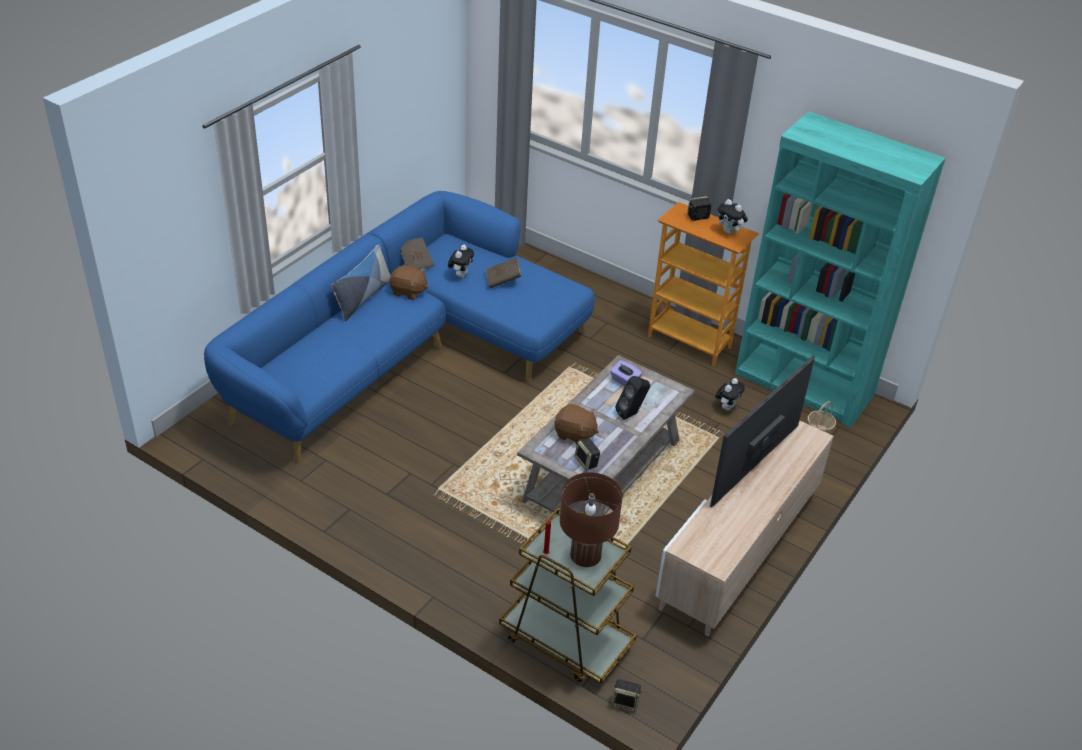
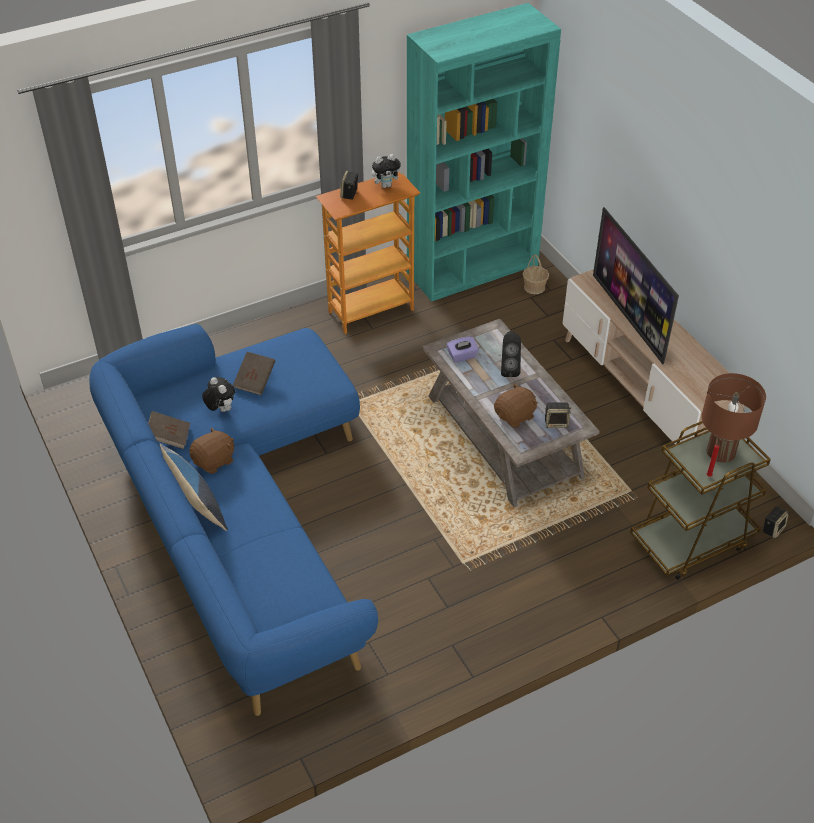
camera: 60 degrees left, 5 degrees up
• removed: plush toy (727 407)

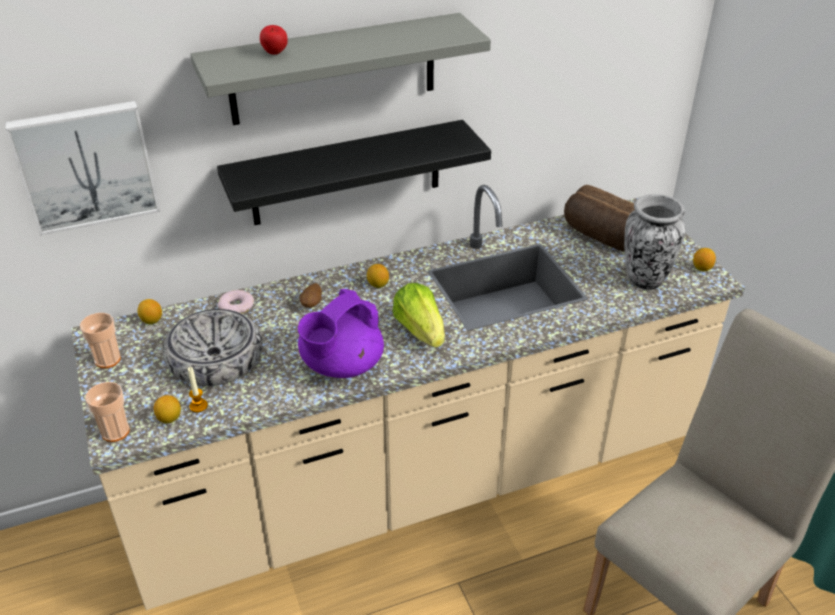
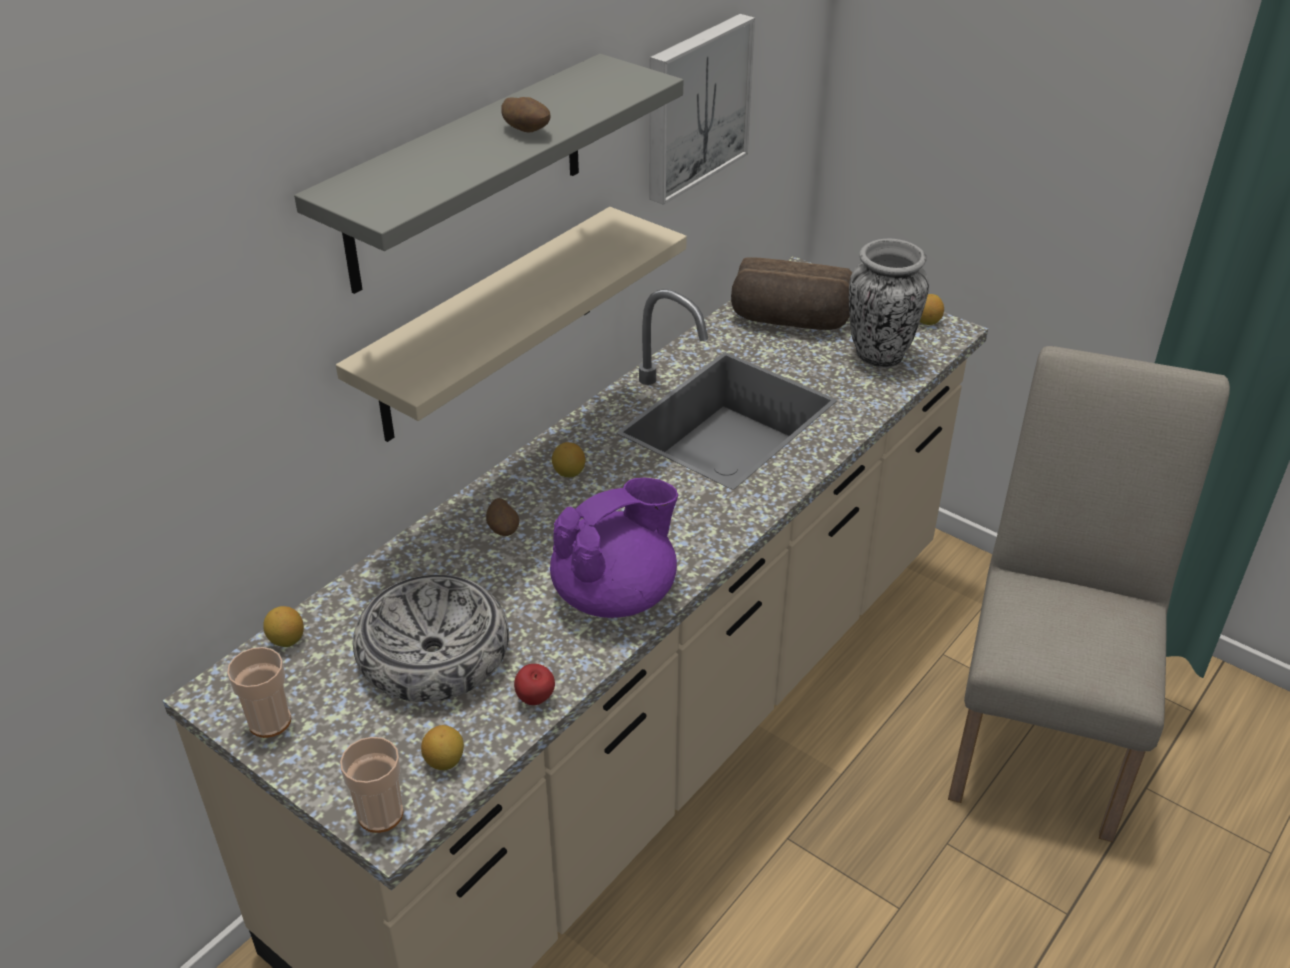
camera: 30 degrees left, 0 degrees up
• removed: candle (198 406)
• removed: donut (236 306)
• removed: lettuce (420 330)
• added: potato (527 131)
• moved: picture (86 165) to (694 106)
• moved: apple (275 54) to (535 700)
• recoloured: black shelf (346 173) to beige shelf (488 325)
• turned: purple teapot (341 365) = (616 594) 135 degrees counterclockwise

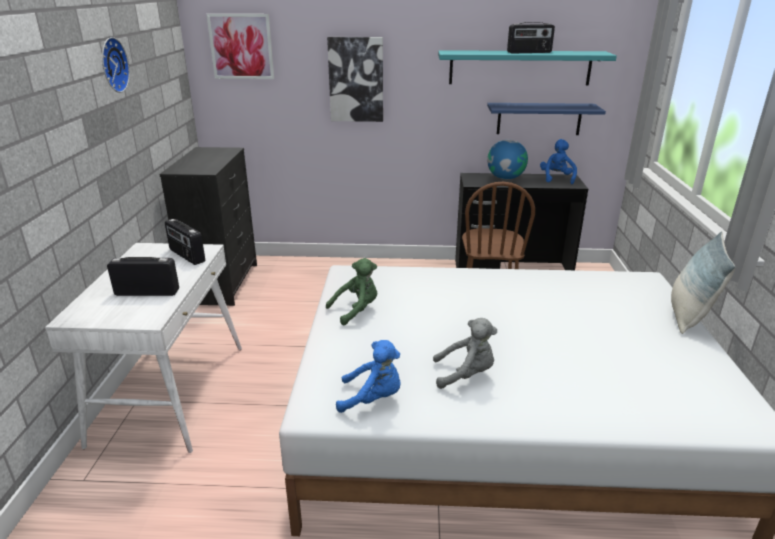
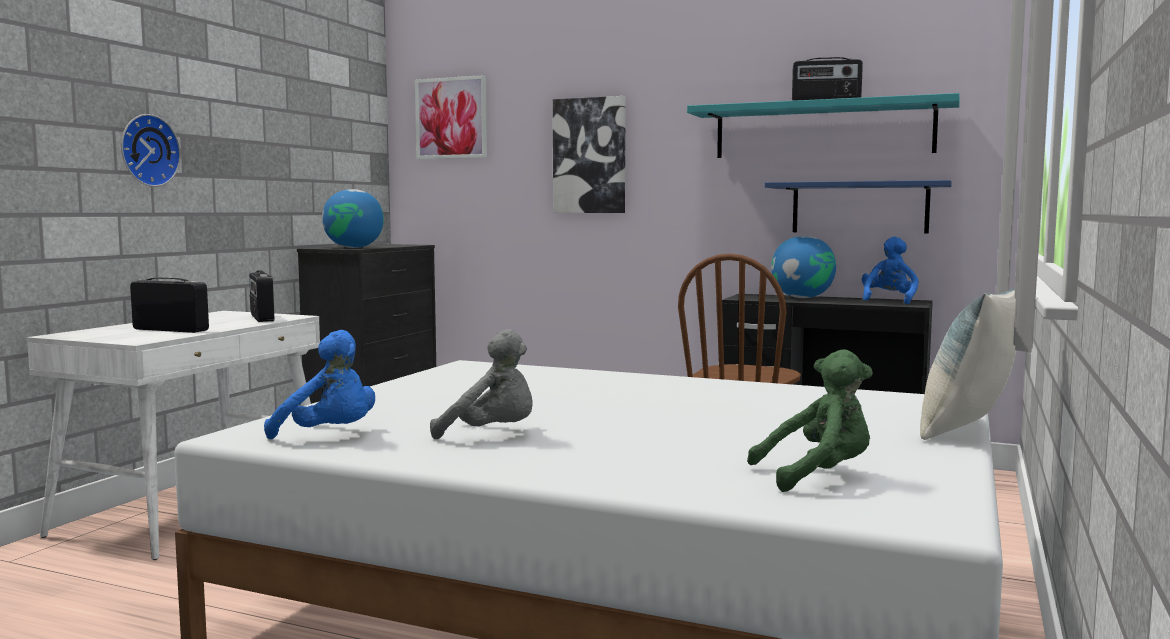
camera: 20 degrees right, 20 degrees down
• added: globe (354 247)
• moved: wall clock (111 65) to (147 150)
• moved: green plush toy (356 310) to (817 476)

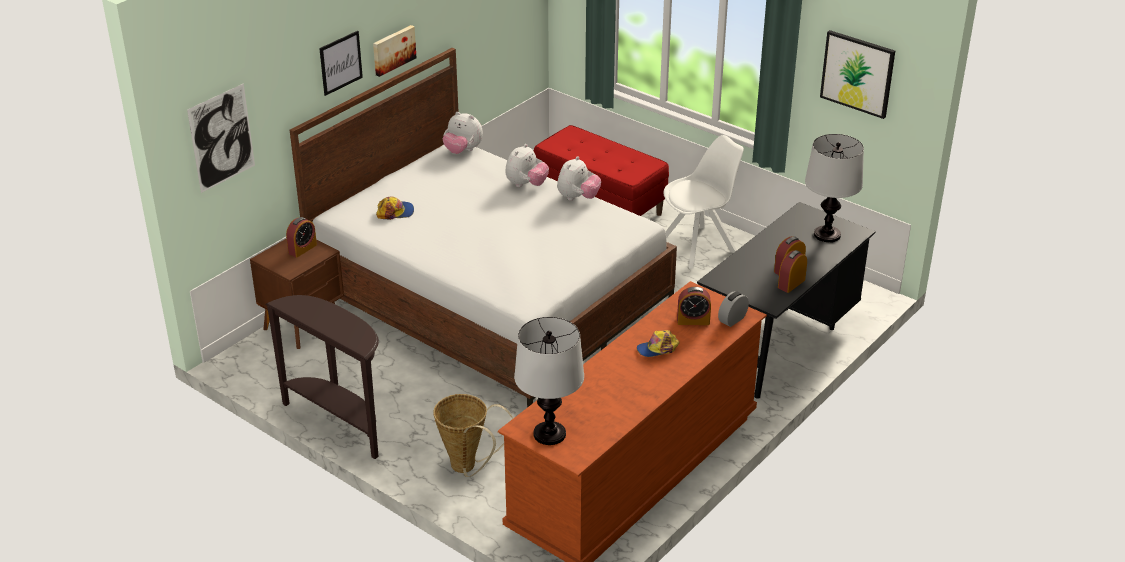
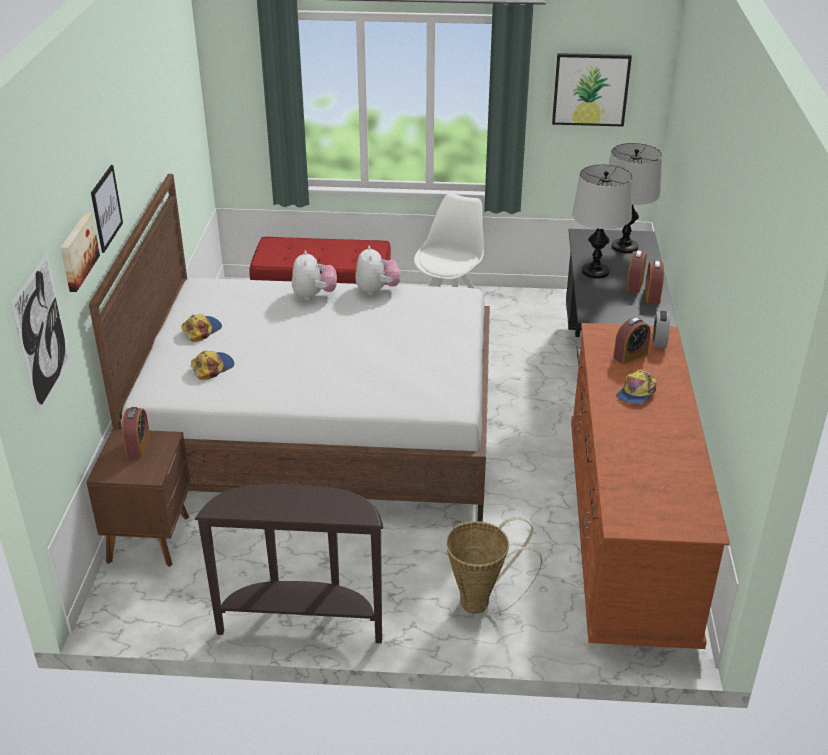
camera: 35 degrees left, 0 degrees up
• removed: plush toy (463 151)
• added: cap (201 330)
• moved: picture (393 50) to (77 251)
• moved: table lamp (549 434) to (595 272)

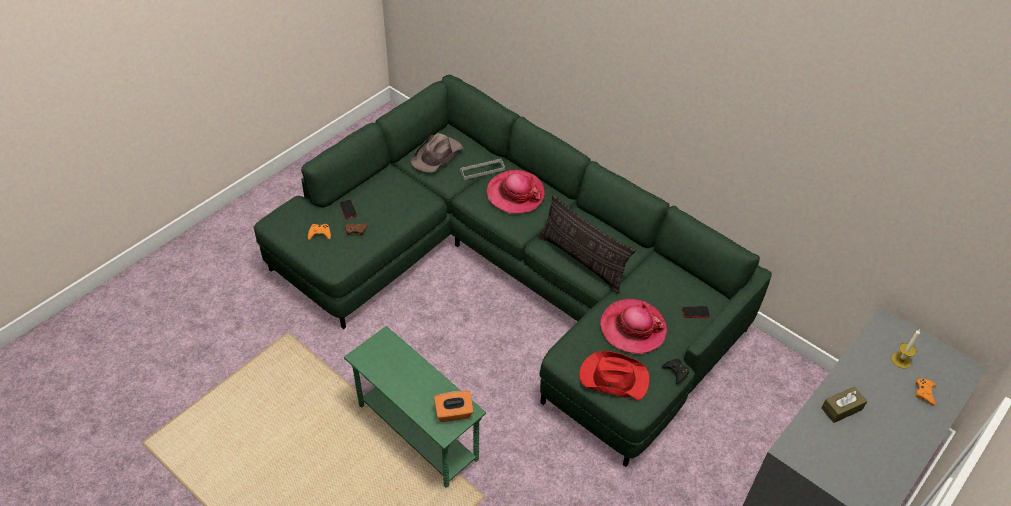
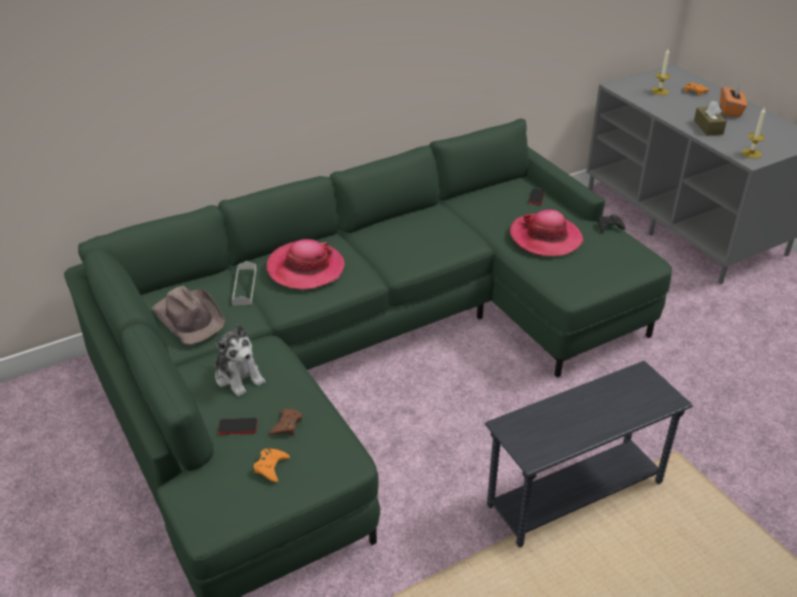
camera: 70 degrees left, 10 degrees down
• removed: pillow (582 260)
• removed: red hat (613 378)
• added: plush toy (239 377)
• added: candle (751 153)
• moved: orange tissue box (454 413) to (730 110)
• recoloured: green side table (418 432) to grey side table (574 493)

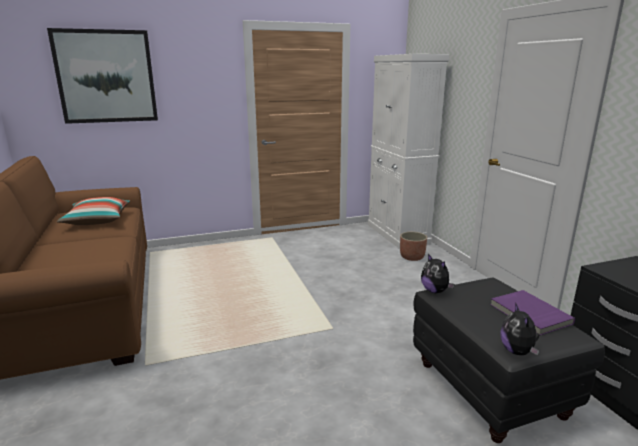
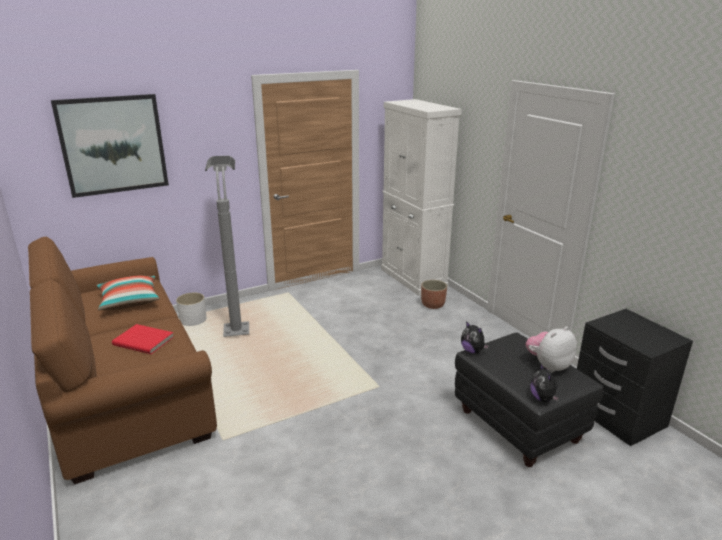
camera: 10 degrees left, 5 degrees up
• added: red book (144 340)
• added: white planter (193 319)
• added: grey floor lamp (236 322)
• replaced: purple book (529 314) to plush toy (548 366)

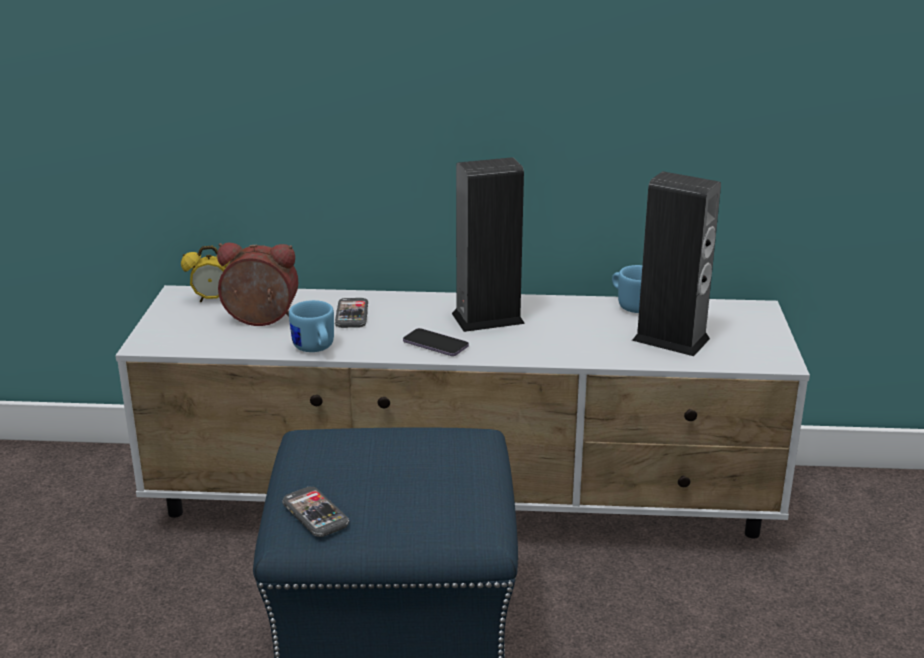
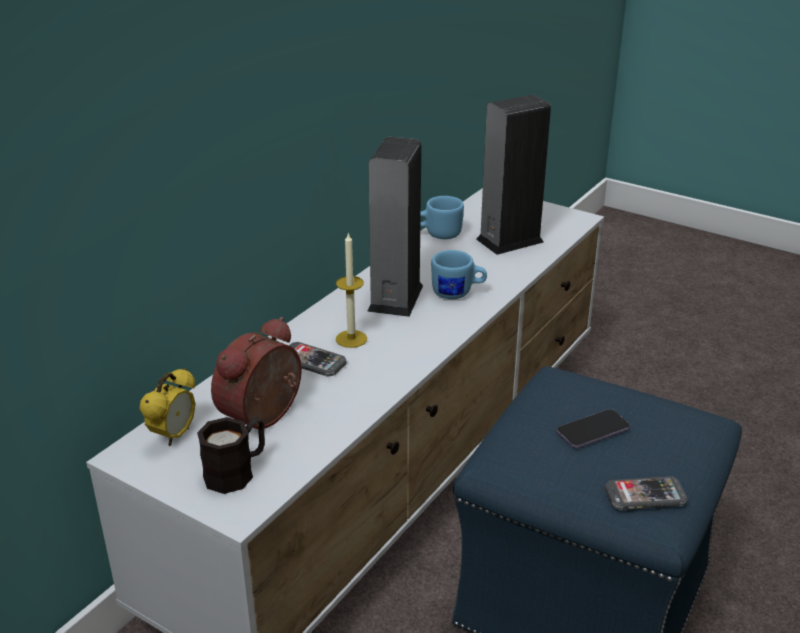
camera: 60 degrees left, 5 degrees up
• added: black mug (237 471)
• added: candle (351 339)
• moved: blue mug (315 349) to (458 293)
• moved: phone (435 344) to (593 431)

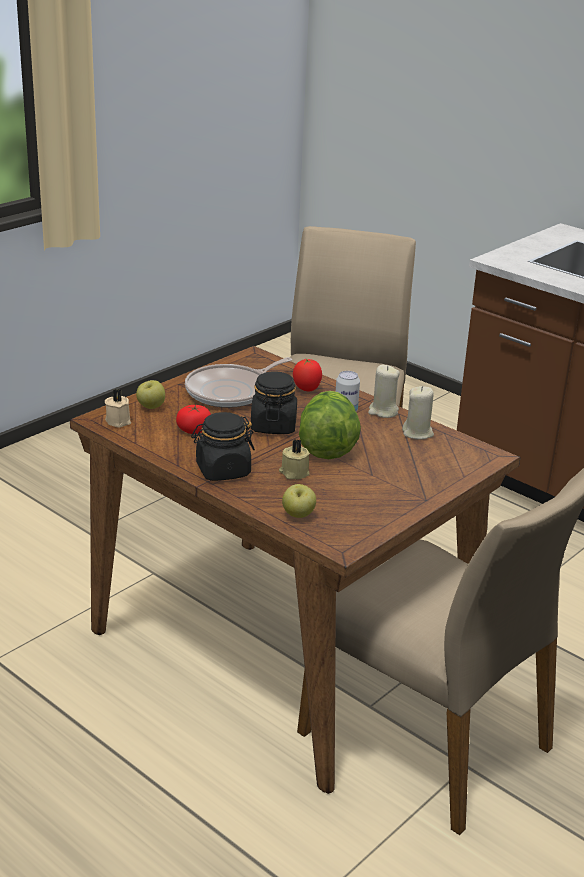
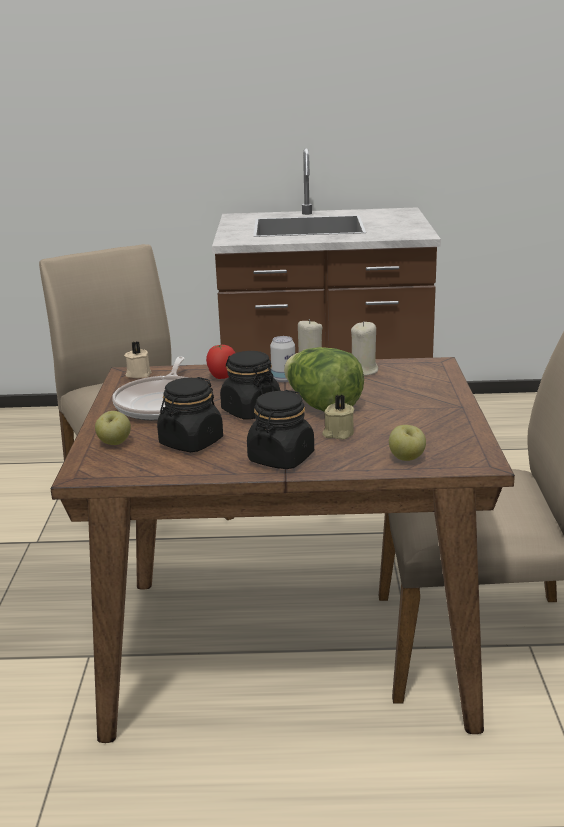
camera: 40 degrees left, 5 degrees down
• moved: beige candle (119 421) to (138 374)
• replaced: tomato (193 430) to black jar (191 442)

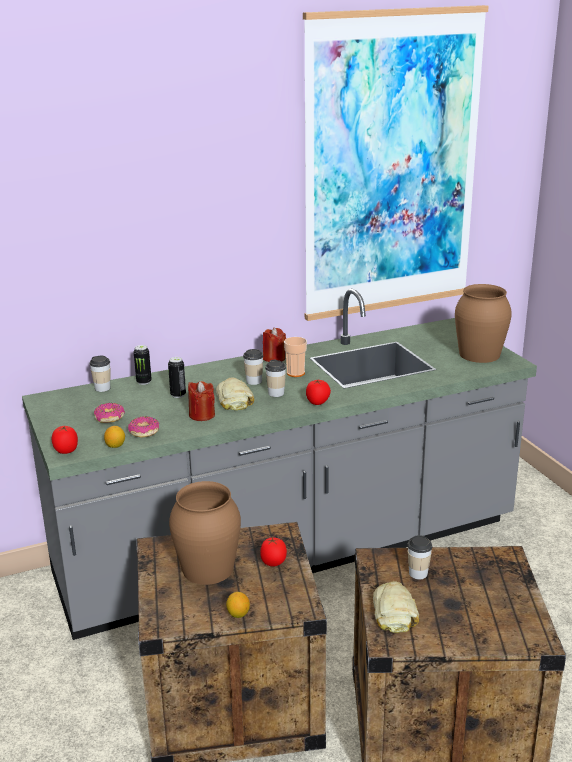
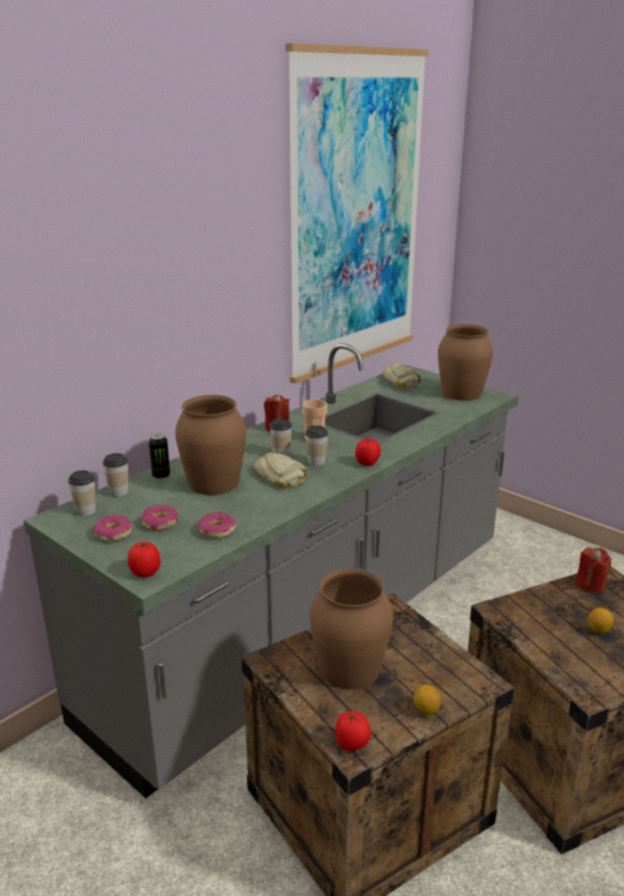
camera: 25 degrees left, 0 degrees up
• added: donut (113 534)
• moved: lemon (115 446) to (598 630)
• moved: red candle (202 415) to (590 584)
• moved: tomato (273 563) to (352 744)
• moved: bread (395 612) to (401 380)
• moved: cup (418 573) to (85 511)
• replaced: can (178 395) to brown vase (214 483)

